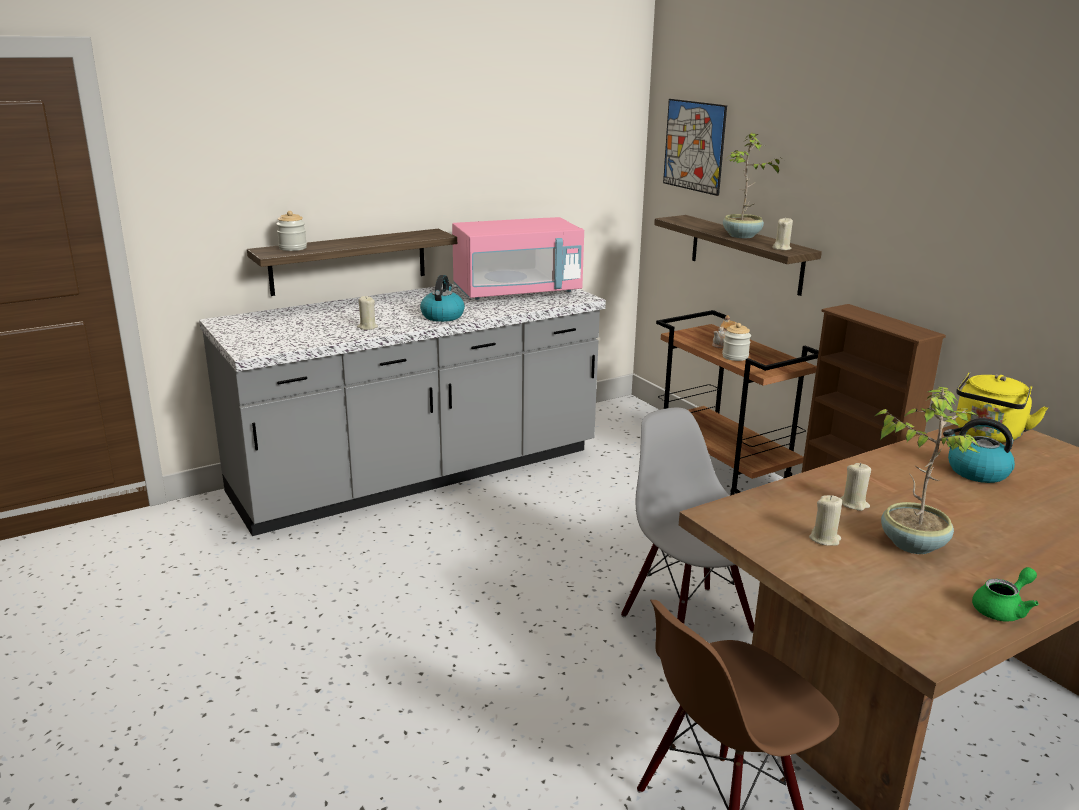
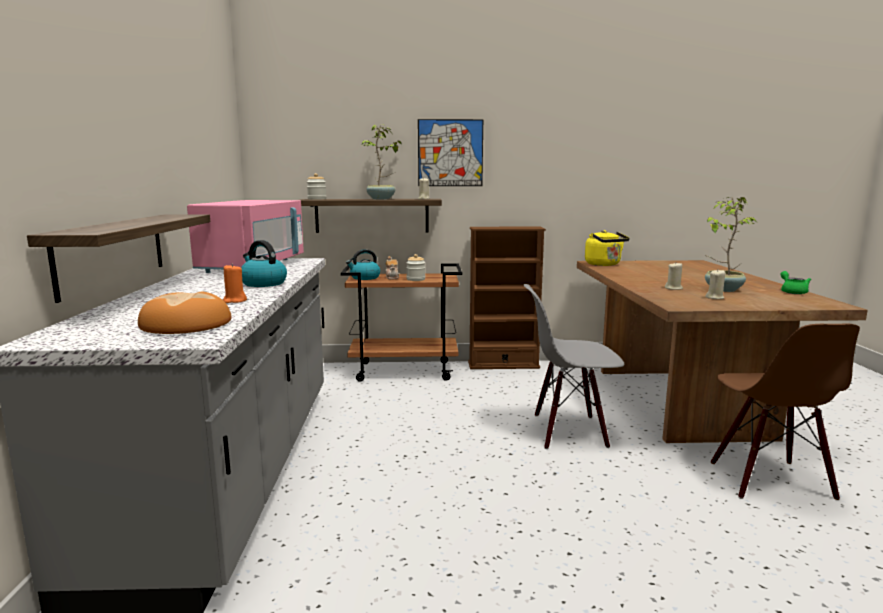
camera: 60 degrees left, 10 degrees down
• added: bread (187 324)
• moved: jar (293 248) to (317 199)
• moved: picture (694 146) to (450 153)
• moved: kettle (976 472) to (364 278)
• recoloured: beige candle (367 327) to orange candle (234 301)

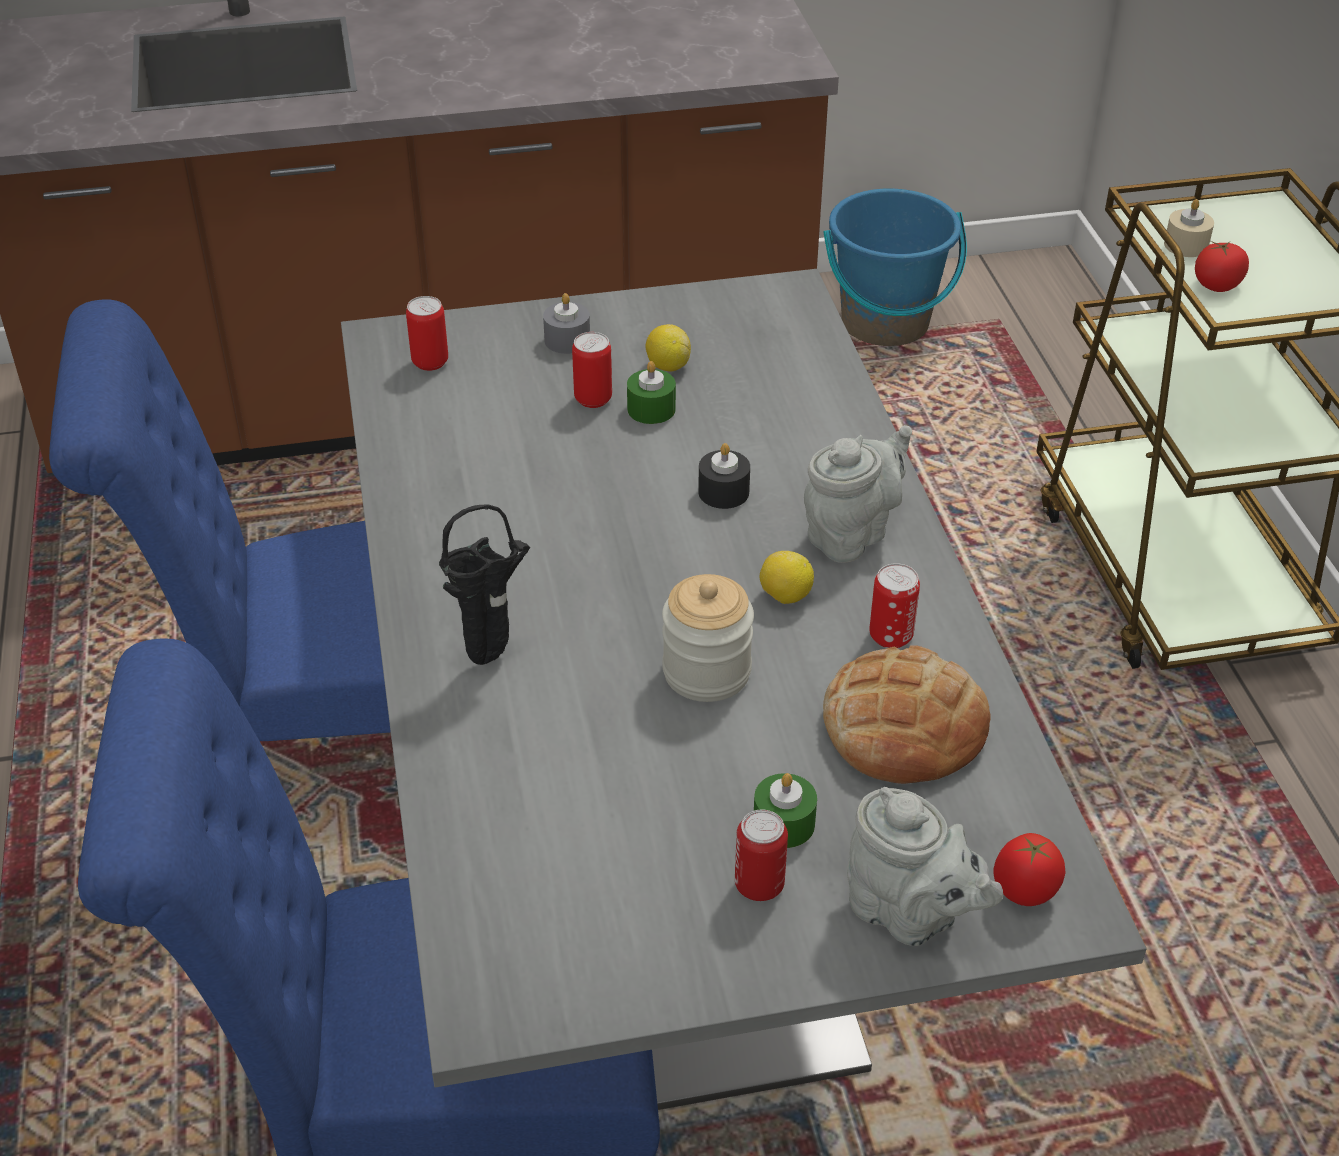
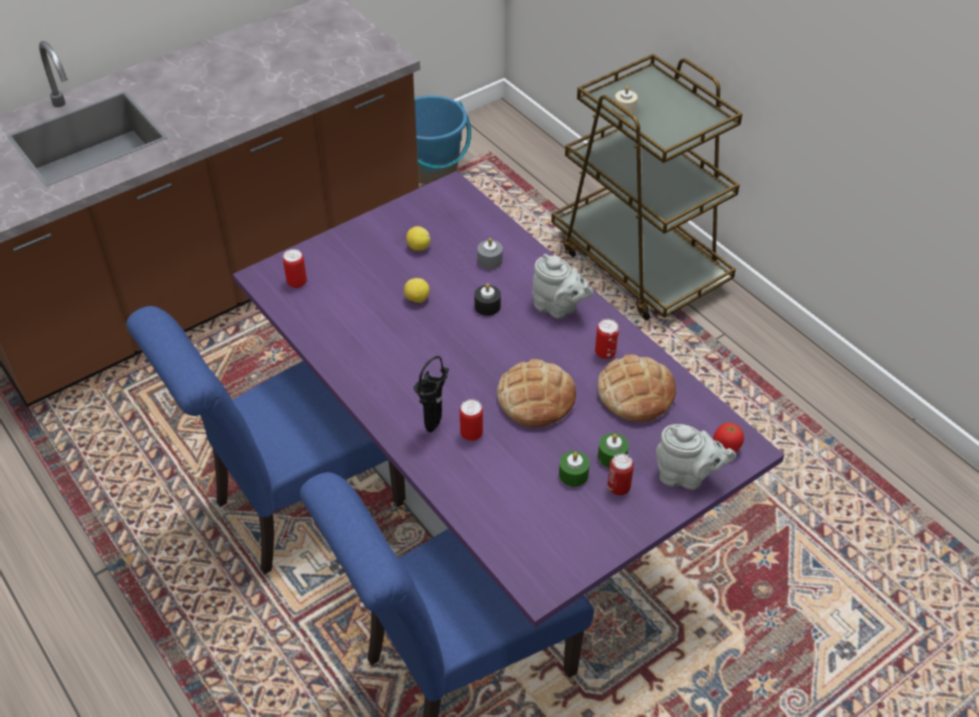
camera: 25 degrees left, 5 degrees up
• removed: tomato (1216 285)
• moved: grey candle (567 340) to (490 260)
• moved: can (593 399) to (471 434)
• moved: green candle (651 409) to (573 474)
• moved: lemon (785 596) to (417 299)
• replaced: jar (706 672) to bread (536 398)
• recoloured: grey dining table (668 881) to purple dining table (489 503)
• turned: grey teapot (851 533) = (558 308) 105 degrees clockwise

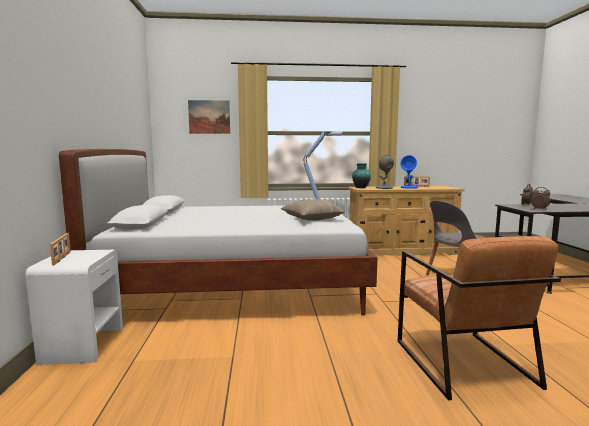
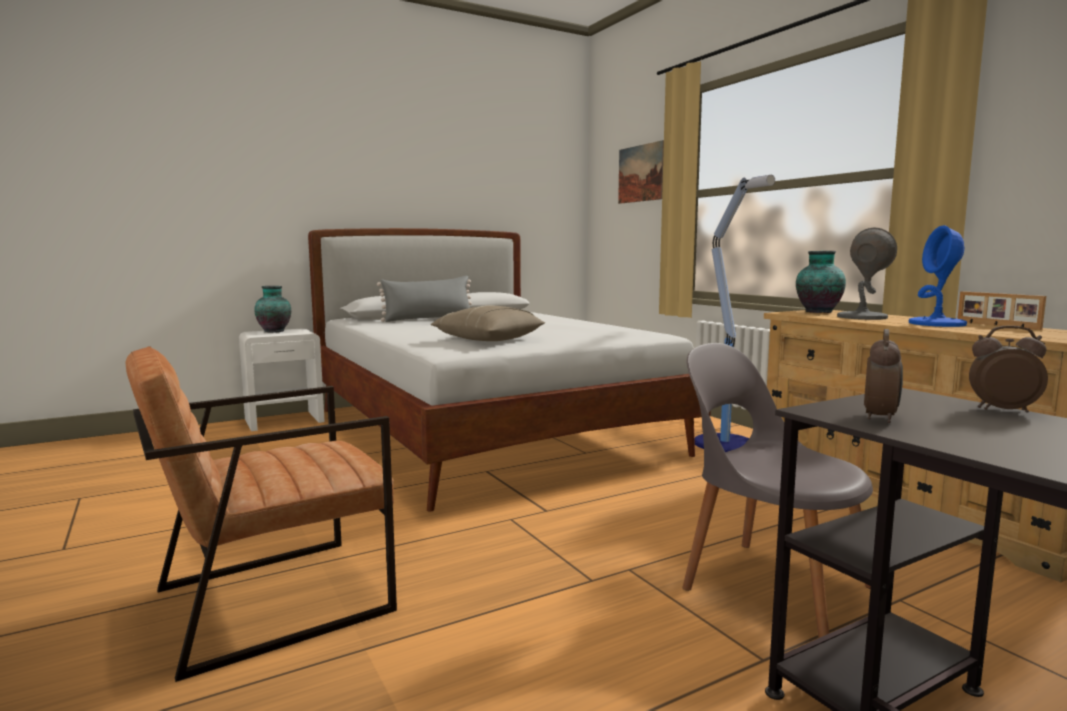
camera: 65 degrees right, 0 degrees up
• added: grey pillow (429 319)
• replaced: picture frame (62 258) to vase (274 331)

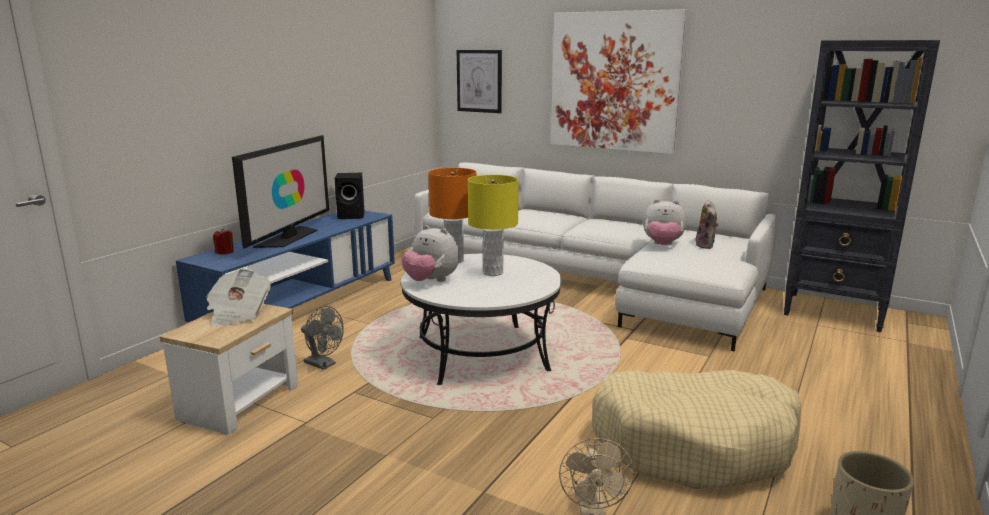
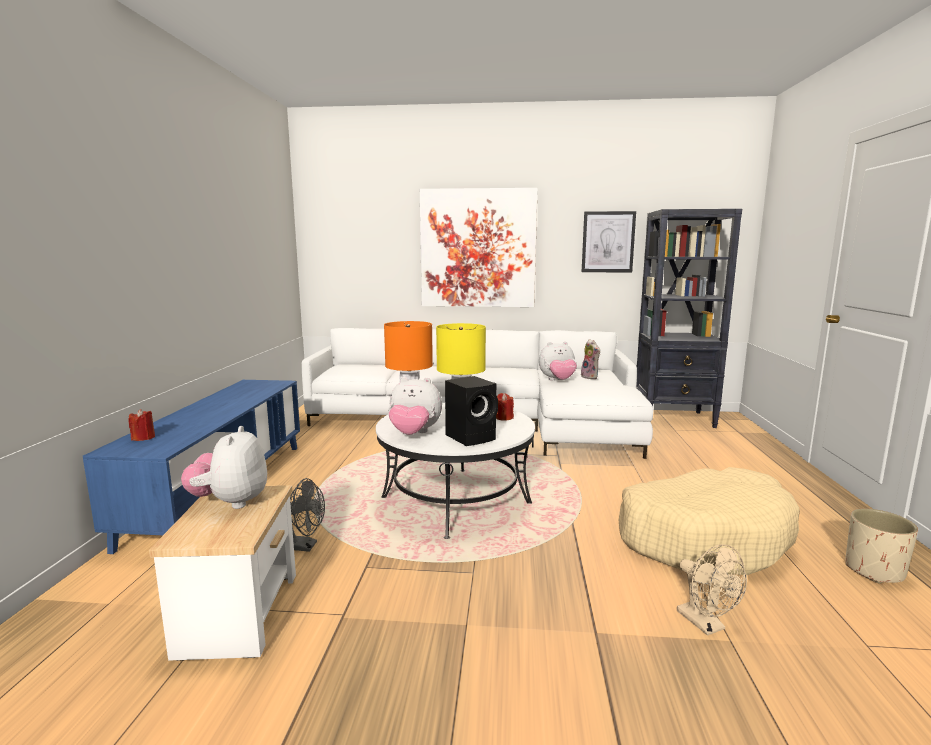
camera: 25 degrees left, 5 degrees down
• removed: television (289 237)
• added: red candle (504 418)
• moved: black speaker (352 215) to (472 437)
• moved: picture (479 81) to (608 242)
• replaced: newspaper (238 314) to plush toy (231 502)

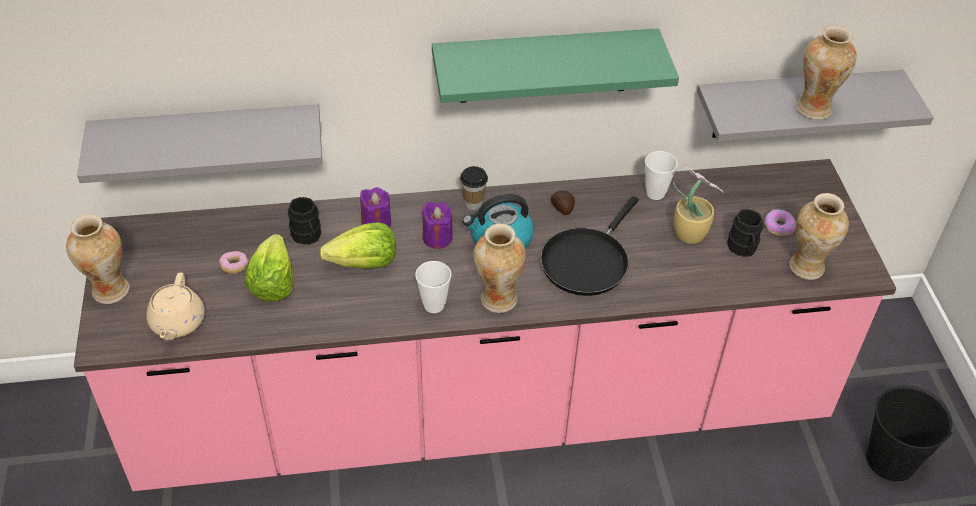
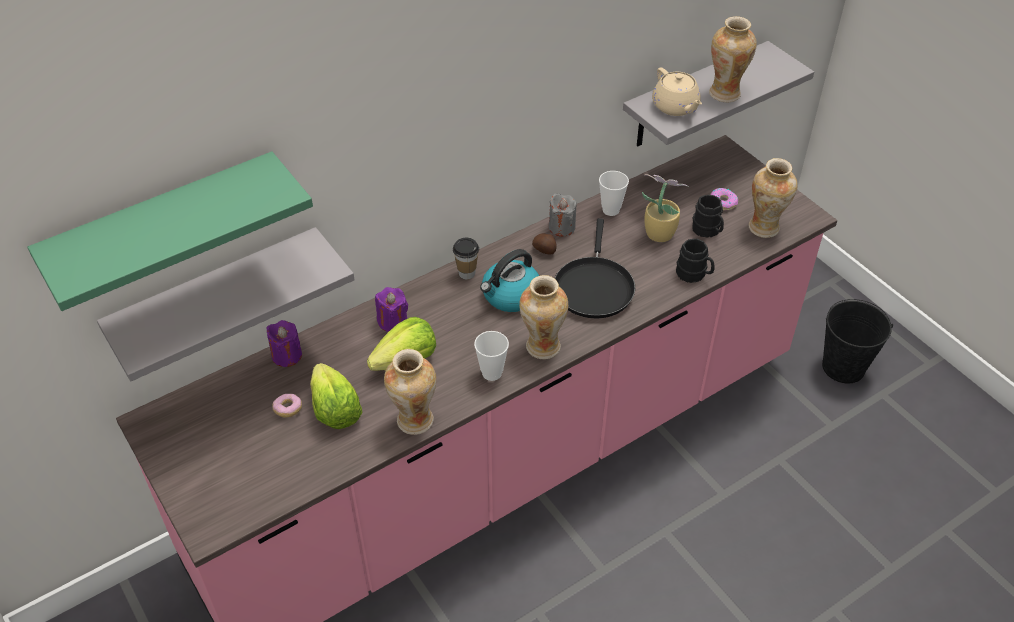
camera: 25 degrees left, 0 degrees up
• added: grey candle (561 227)
• moved: vase (109 291) to (414 421)
• moved: beige teapot (177 323) to (675 107)
• moved: black mug (307 237) to (694 275)
• moved: purple candle (437 238) to (287 355)
• moved: green shelf (544 66) to (164 227)

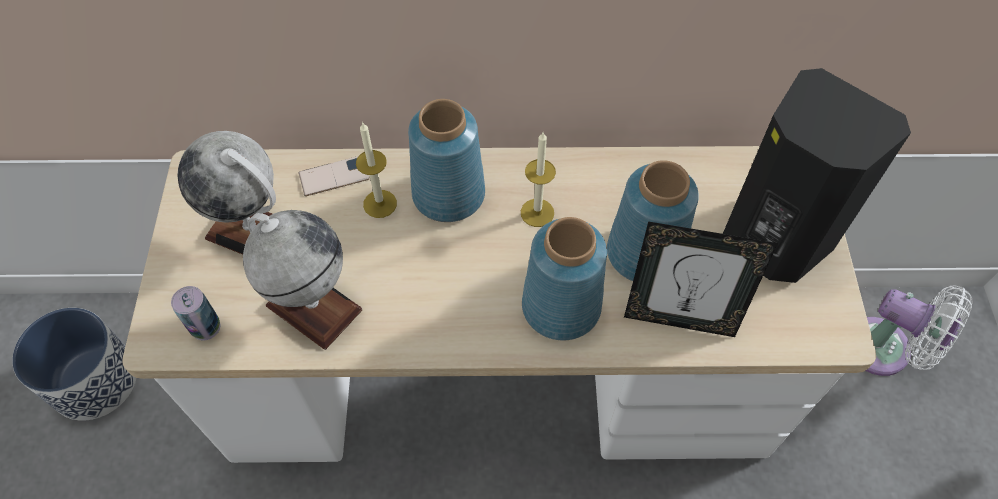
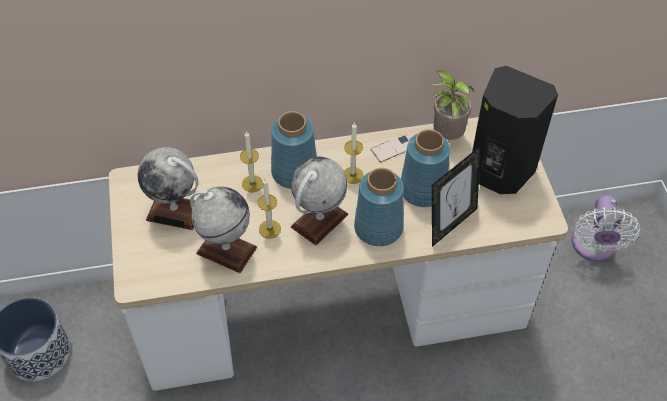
camera: 10 degrees left, 5 degrees down
• removed: can (206 327)
• added: candle (270 229)
• added: globe (319 221)
• added: potted plant (445 137)
• moved: phone (334 176) to (393 148)
• turned: picture frame (679 319) = (450 224) 45 degrees counterclockwise
• turned: white fan (884 350) = (593 247) 75 degrees clockwise

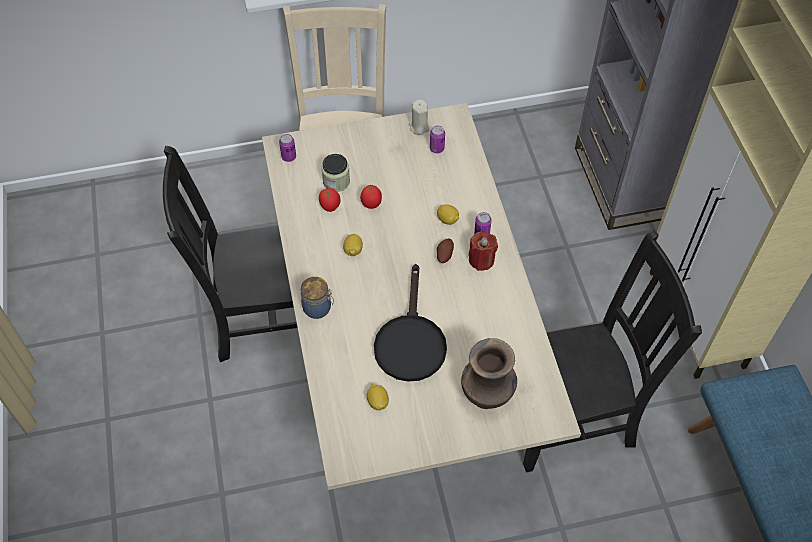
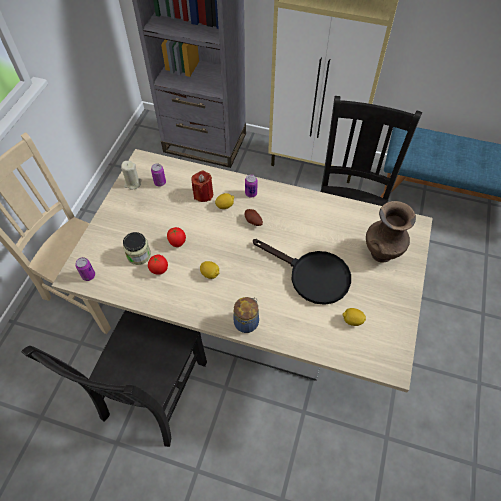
camera: 60 degrees left, 0 degrees up
• moved: red candle (481 260) to (203 194)

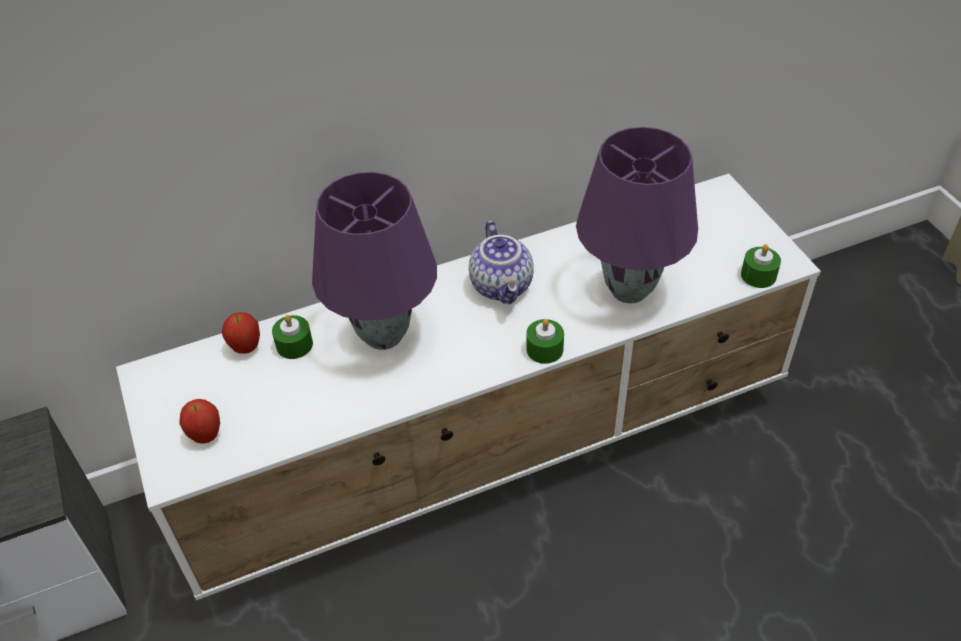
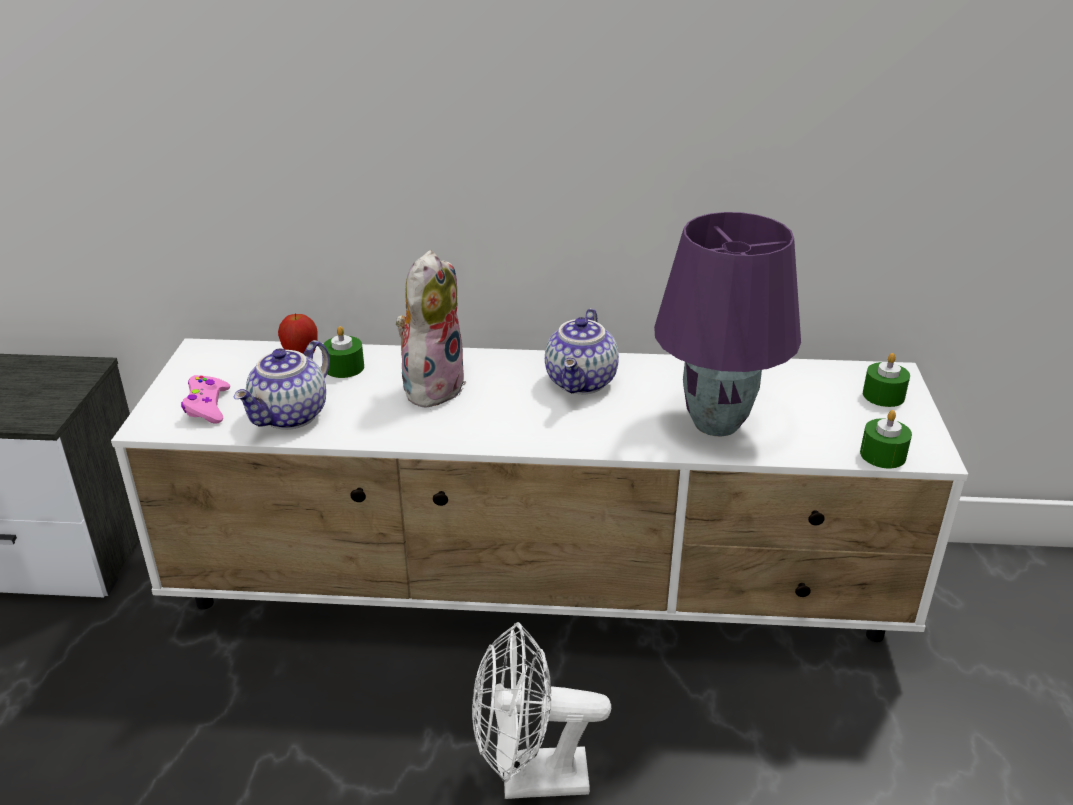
camera: 25 degrees right, 15 degrees down
• added: teapot (291 417)
• added: white fan (530 779)
• moved: green candle (544 349) to (883 395)
• replaced: apple (206 435) to pink game controller (207 406)
• replaced: purple table lamp (385 336) to plush toy (432 386)

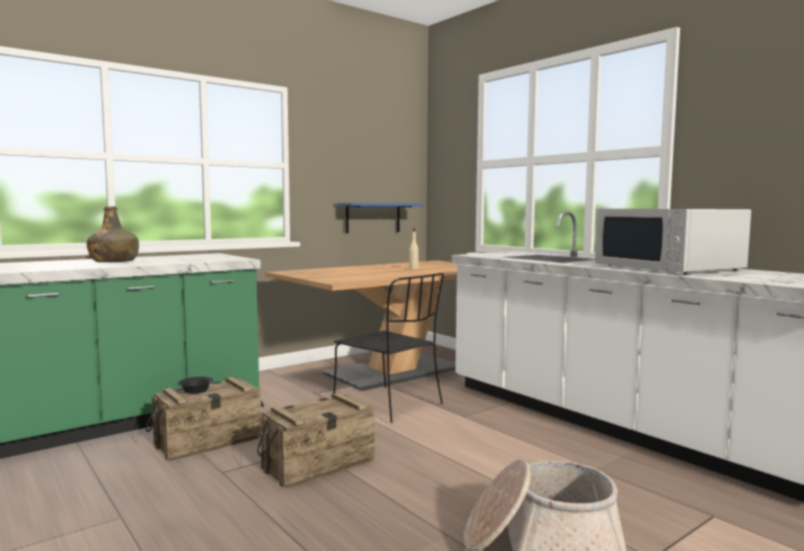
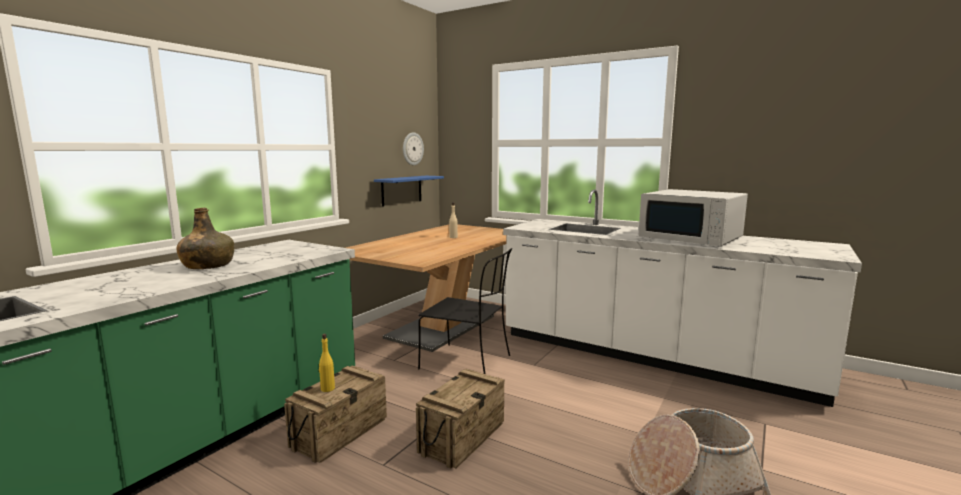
camera: 20 degrees left, 5 degrees up
• added: wall clock (412 149)
• replaced: black bowl (196 391) to yellow bottle (327 389)

